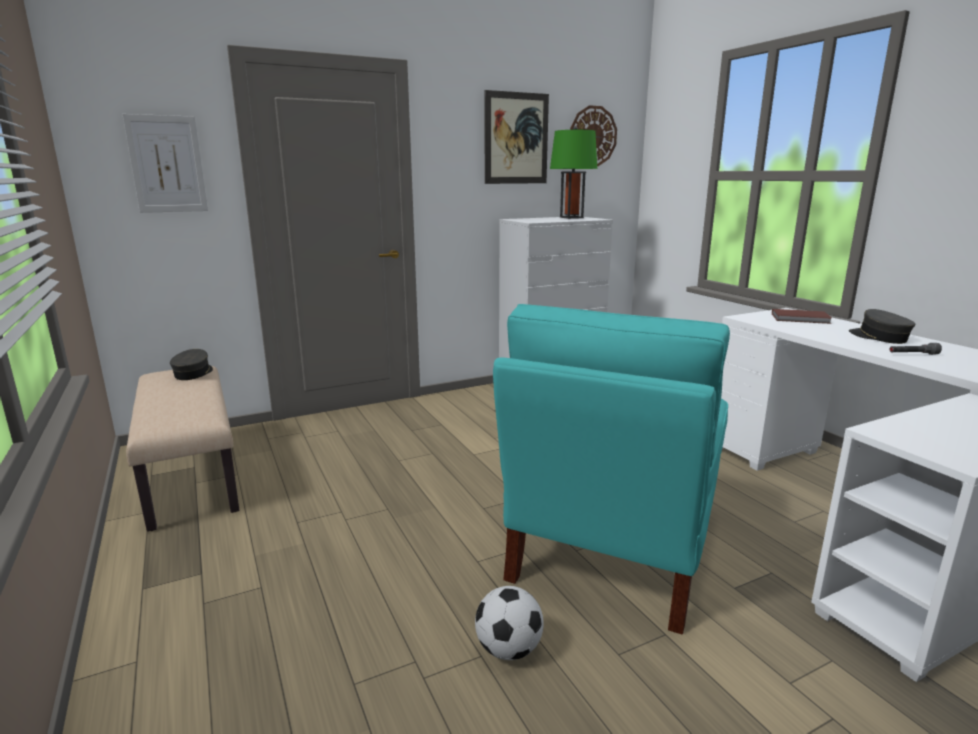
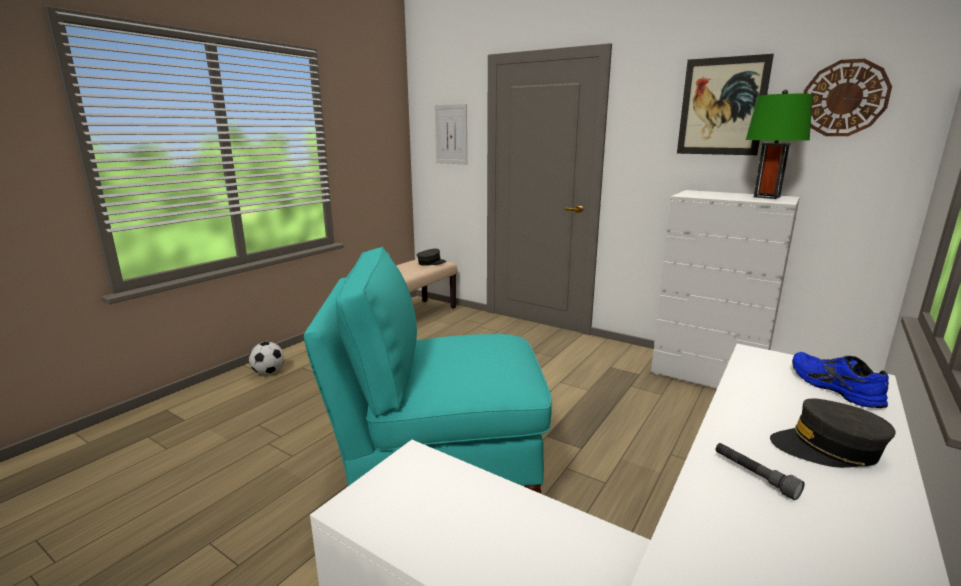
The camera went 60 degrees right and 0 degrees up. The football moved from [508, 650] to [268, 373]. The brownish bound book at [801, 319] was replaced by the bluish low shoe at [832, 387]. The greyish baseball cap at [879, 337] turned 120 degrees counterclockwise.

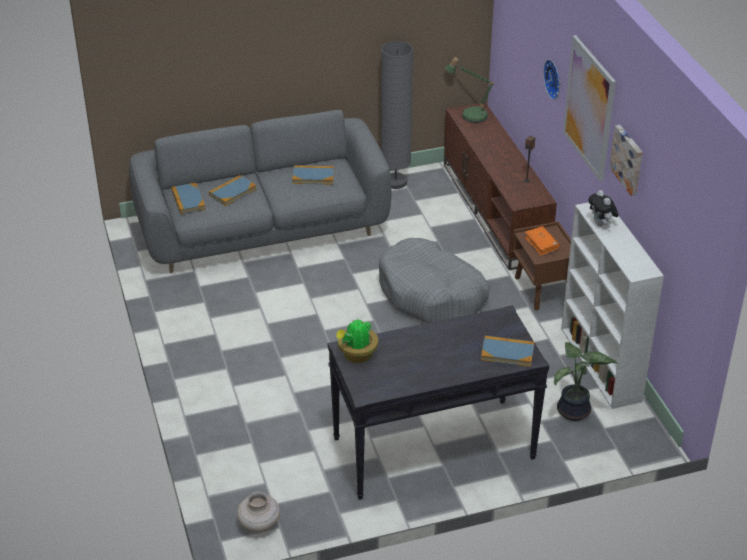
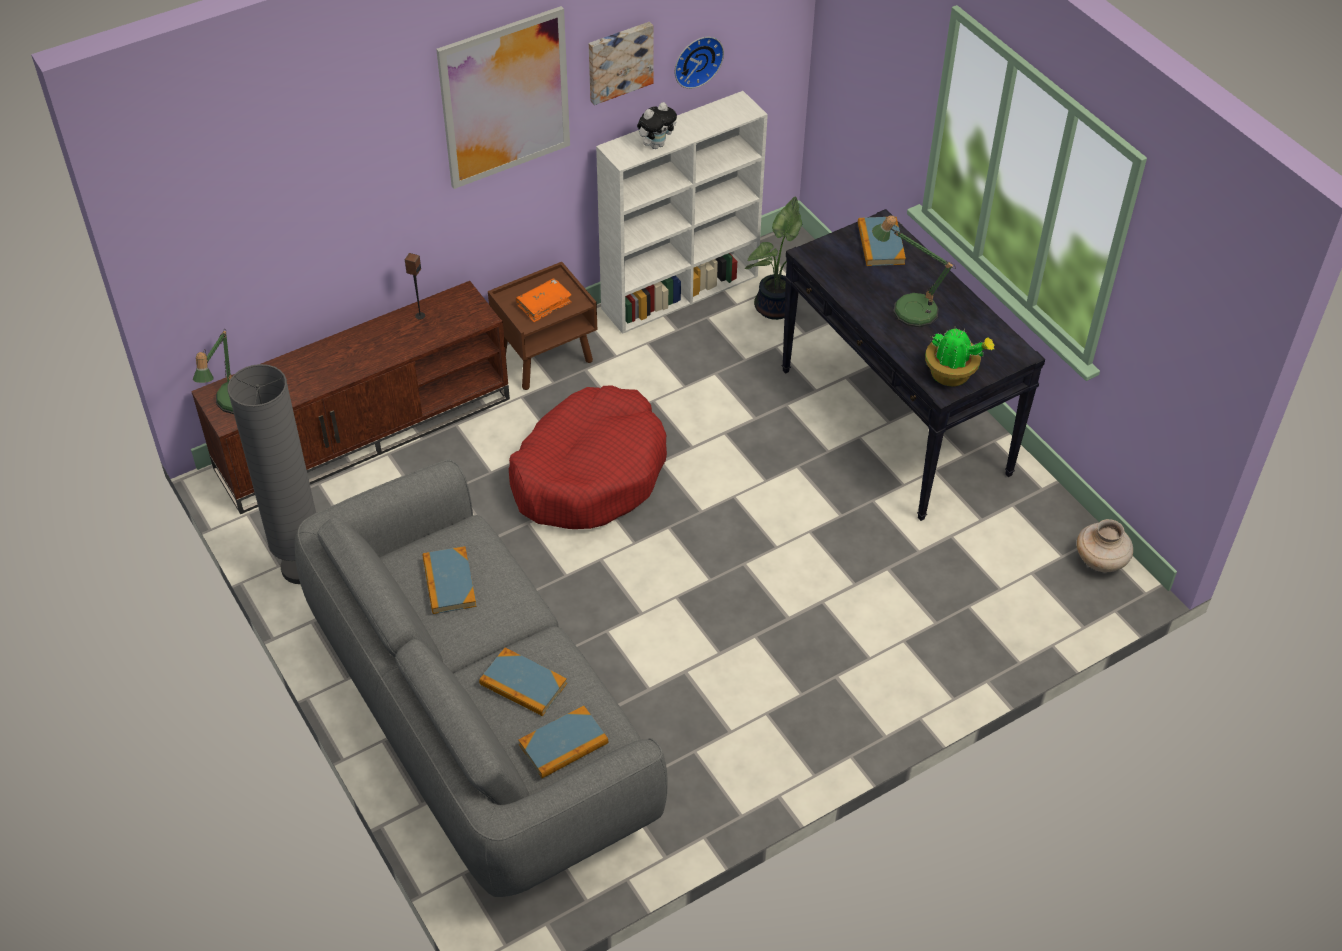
The camera went 105 degrees left and 10 degrees up. The tabletop lamp at [908, 307] appeared. The wall clock moved from [554, 79] to [696, 60]. The greyish dog bed at [431, 294] became the red-coloured dog bed at [589, 473].

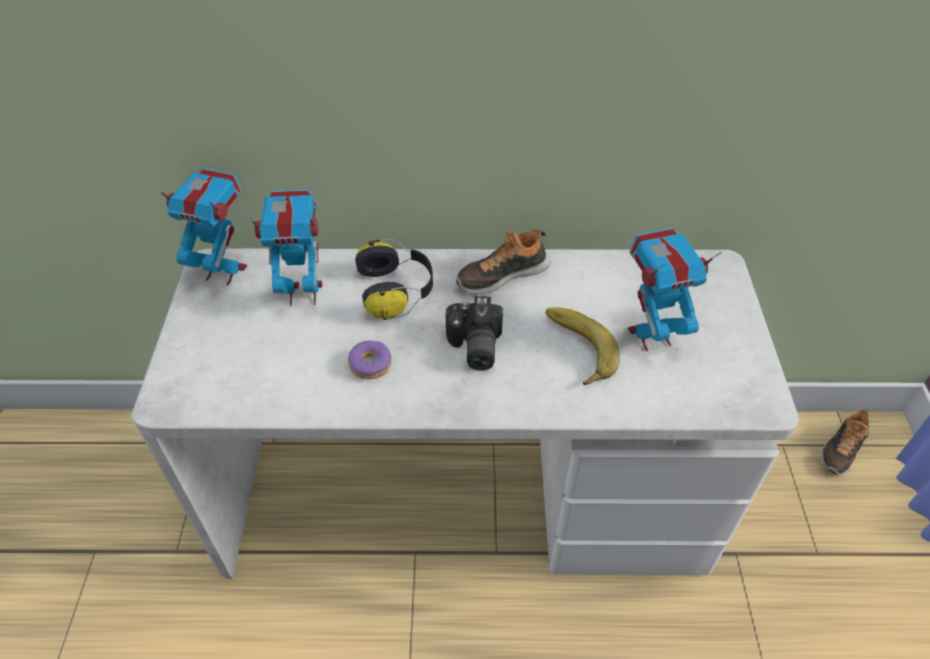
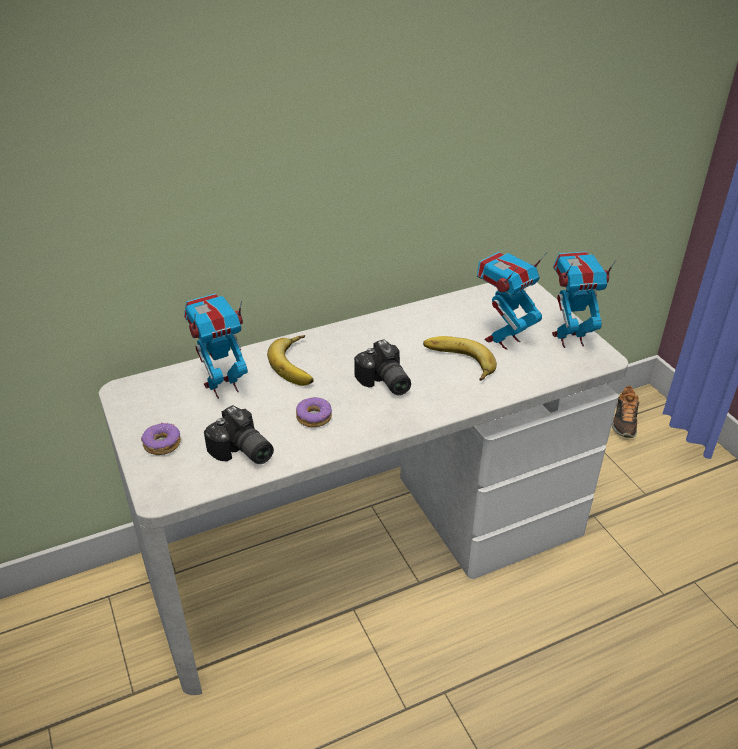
The camera went 25 degrees left and 10 degrees down. The low shoe at [502, 274] disappeared. The ring doughnut at [162, 444] appeared. The photo camera at [241, 452] appeared. The model robot moved from [224, 271] to [569, 339]. The headset at [397, 291] was replaced by the whole banana at [298, 364].

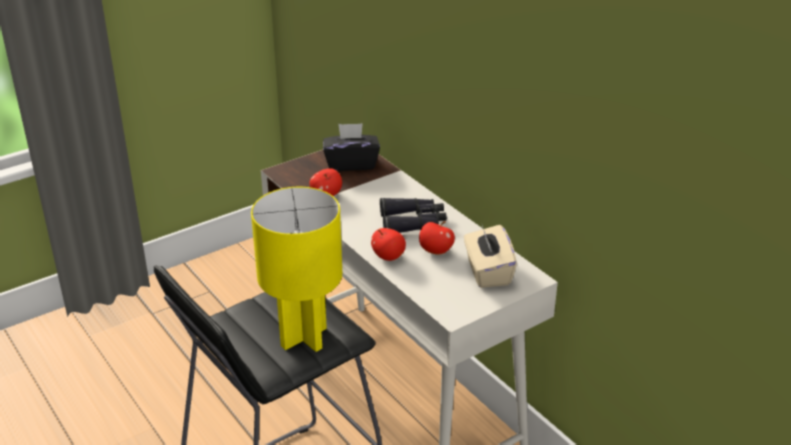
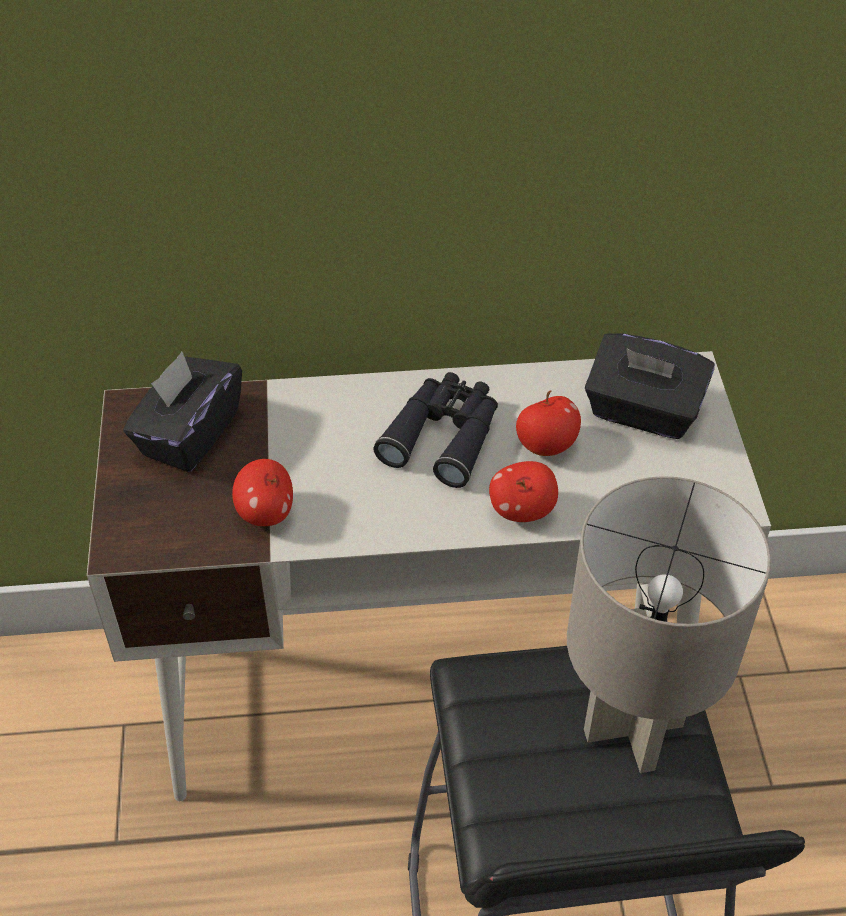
The camera went 60 degrees left and 15 degrees up. The yellow-coloured tabletop lamp at [305, 337] became the greyish tabletop lamp at [634, 726]. The beige-coloured tissue holder at [487, 272] became the black tissue holder at [642, 412].

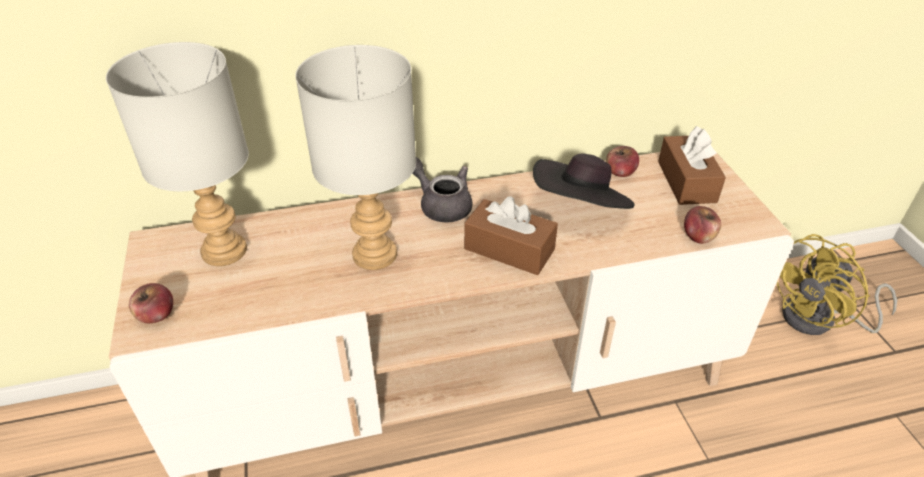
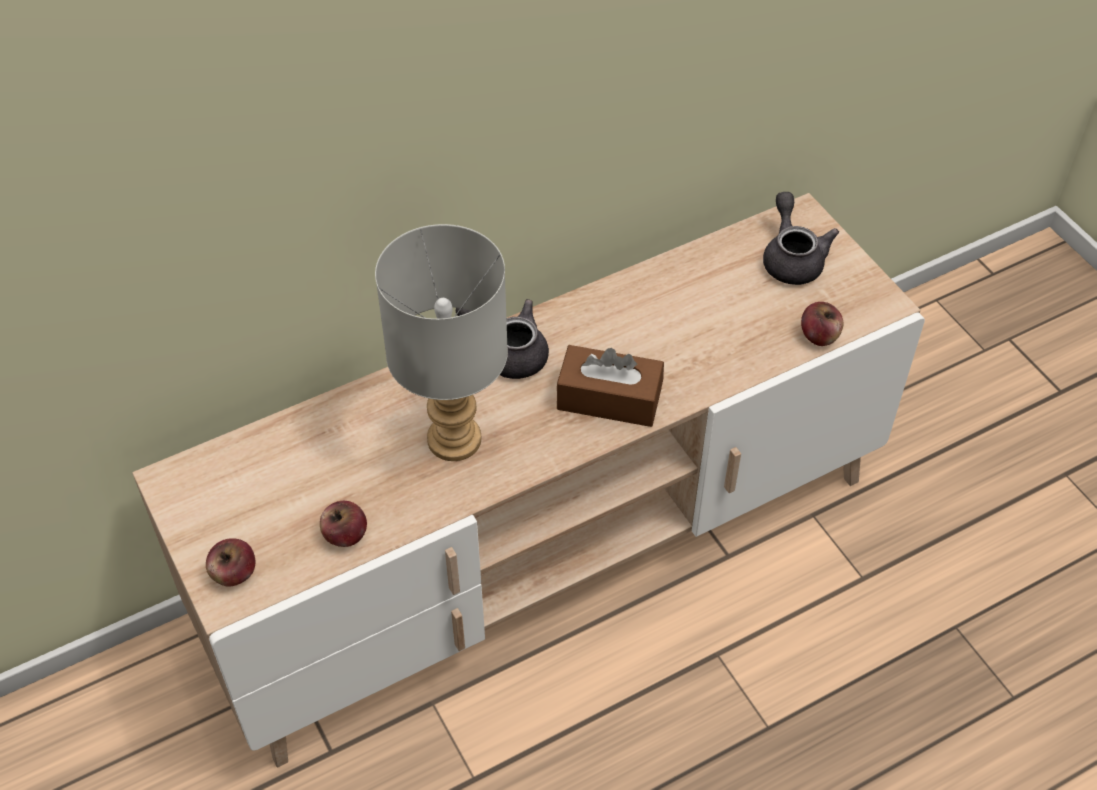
The camera went 15 degrees left and 10 degrees up. The greyish tabletop lamp at [226, 250] disappeared. The black clothing hat at [580, 208] disappeared. The yellow-coloured fan at [819, 320] disappeared. The whole apple moved from [620, 173] to [345, 535]. The brownish tissue holder at [686, 181] was replaced by the greyish pot for tea at [792, 258].

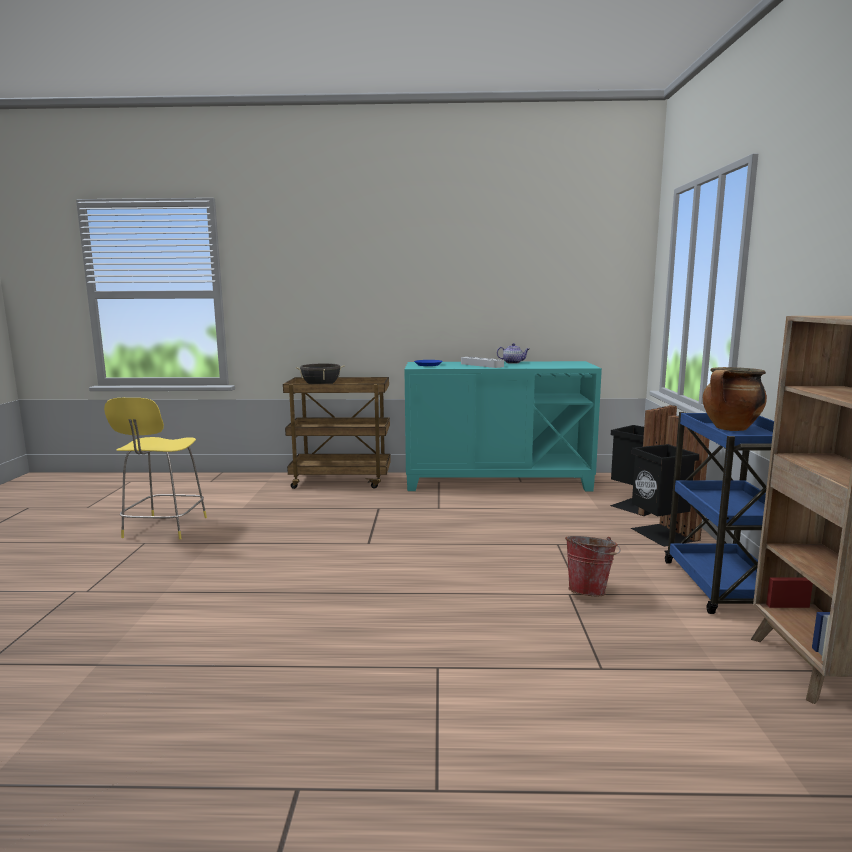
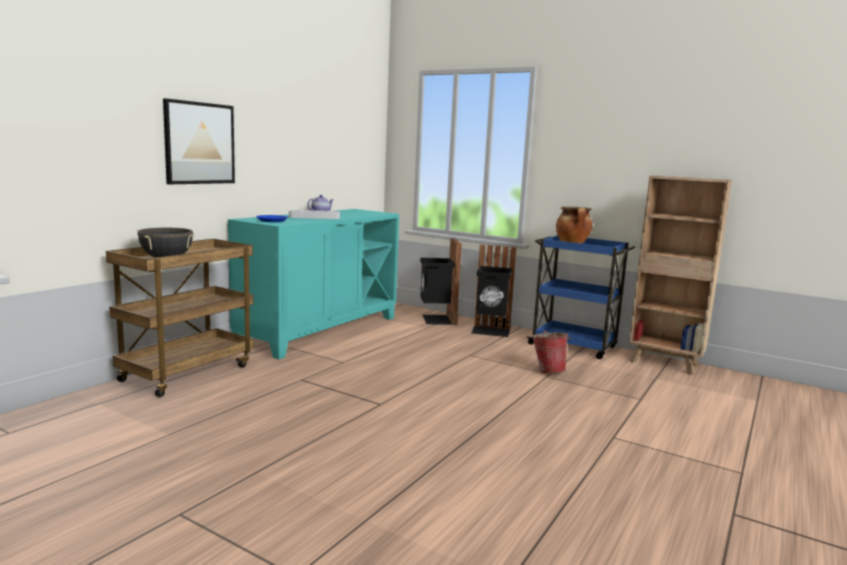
The camera went 60 degrees left and 0 degrees up. The yellow-coloured stool at [164, 528] disappeared. The wall picture at [199, 143] appeared.

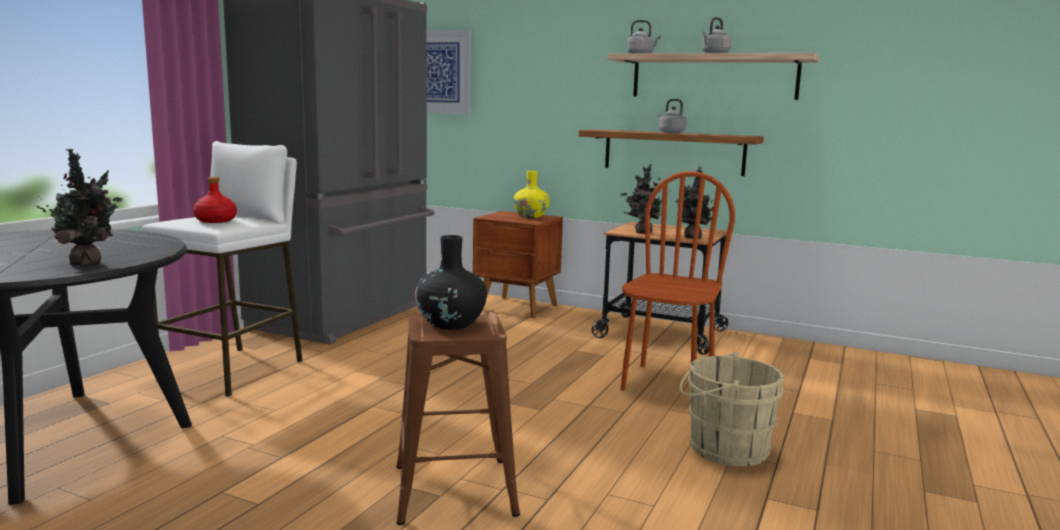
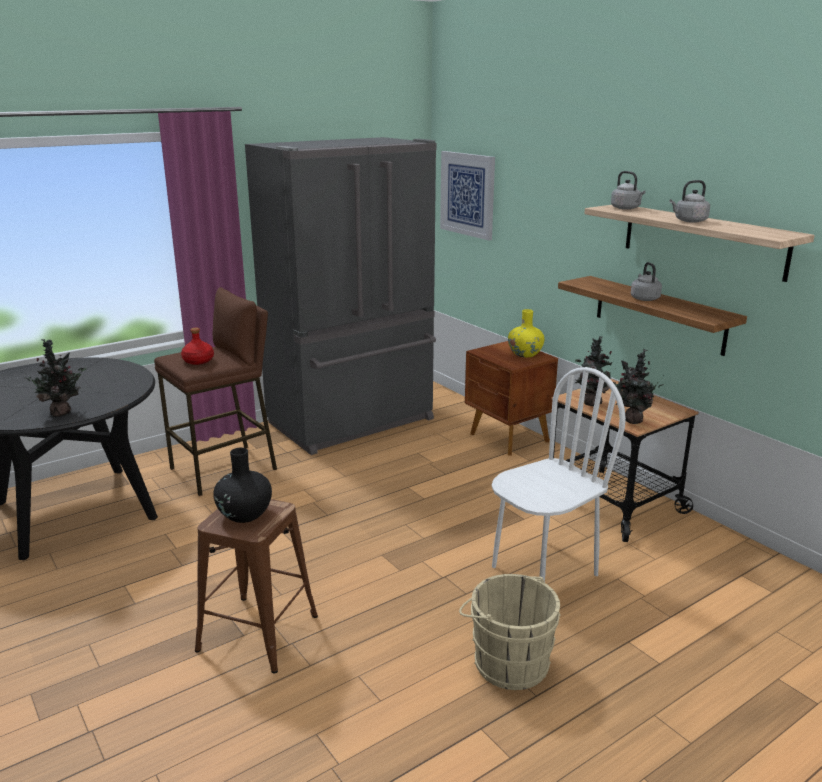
The camera went 30 degrees right and 10 degrees up. The white stool at [235, 371] became the brownish stool at [225, 469]. The brownish upright chair at [667, 383] became the white upright chair at [543, 570].

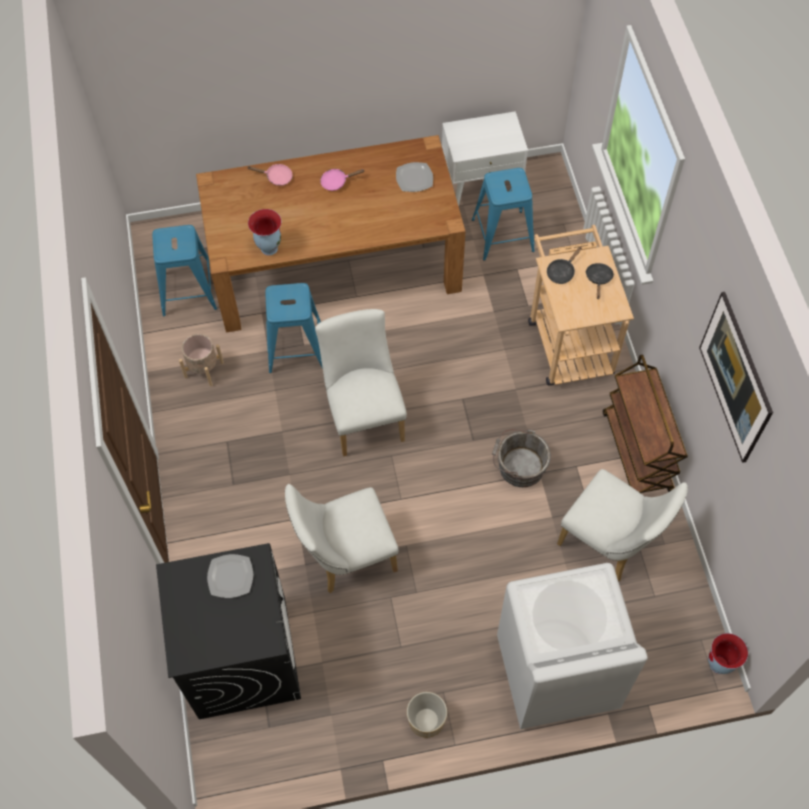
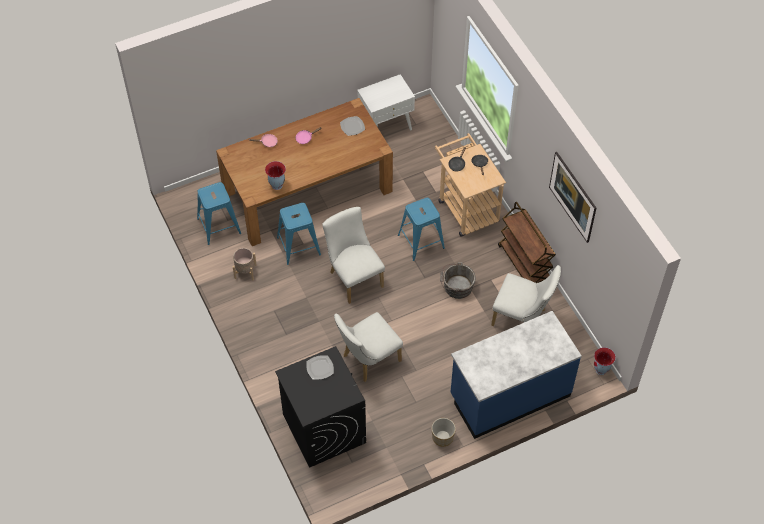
The camera went 15 degrees left and 5 degrees down. The bluish stool moved from [502, 235] to [420, 241]. The white laundry machine at [555, 672] was replaced by the bluish kitchen base unit at [509, 395].

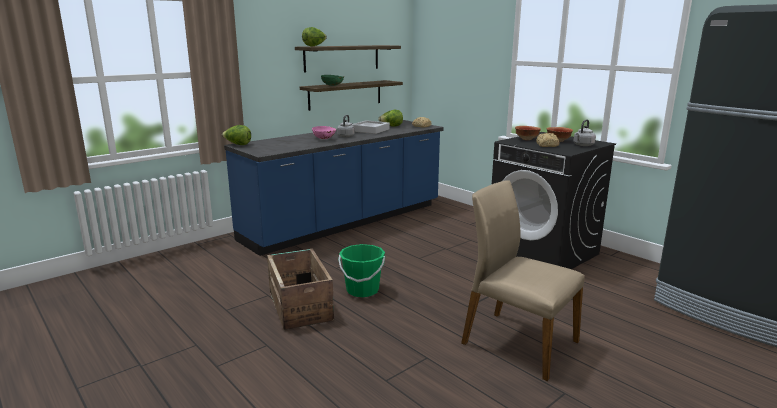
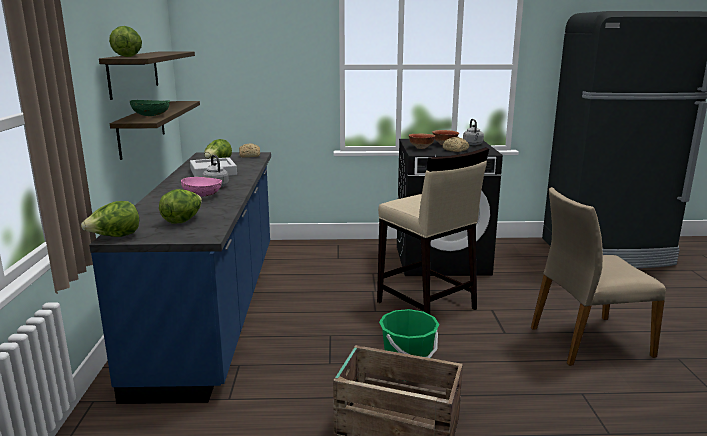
The camera went 50 degrees left and 0 degrees up. The head of lettuce at [183, 220] appeared. The beige-coloured stool at [426, 306] appeared.

